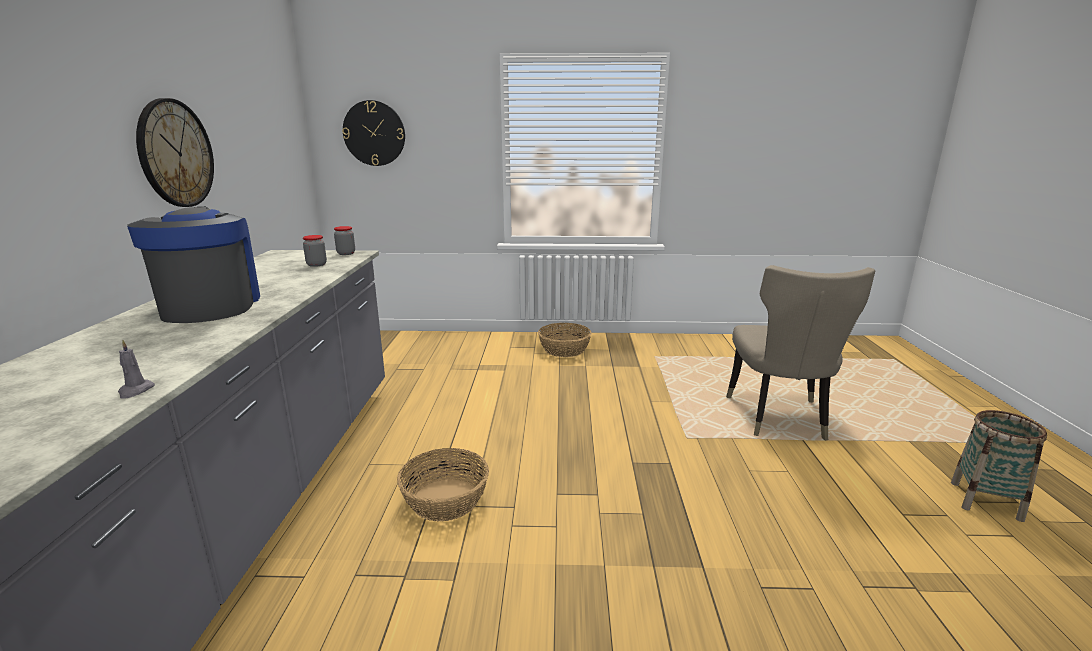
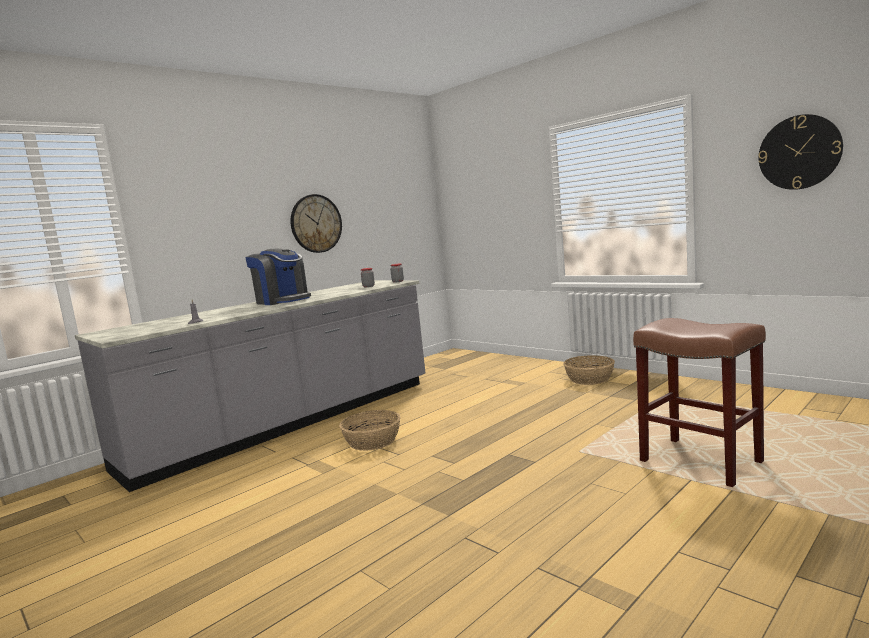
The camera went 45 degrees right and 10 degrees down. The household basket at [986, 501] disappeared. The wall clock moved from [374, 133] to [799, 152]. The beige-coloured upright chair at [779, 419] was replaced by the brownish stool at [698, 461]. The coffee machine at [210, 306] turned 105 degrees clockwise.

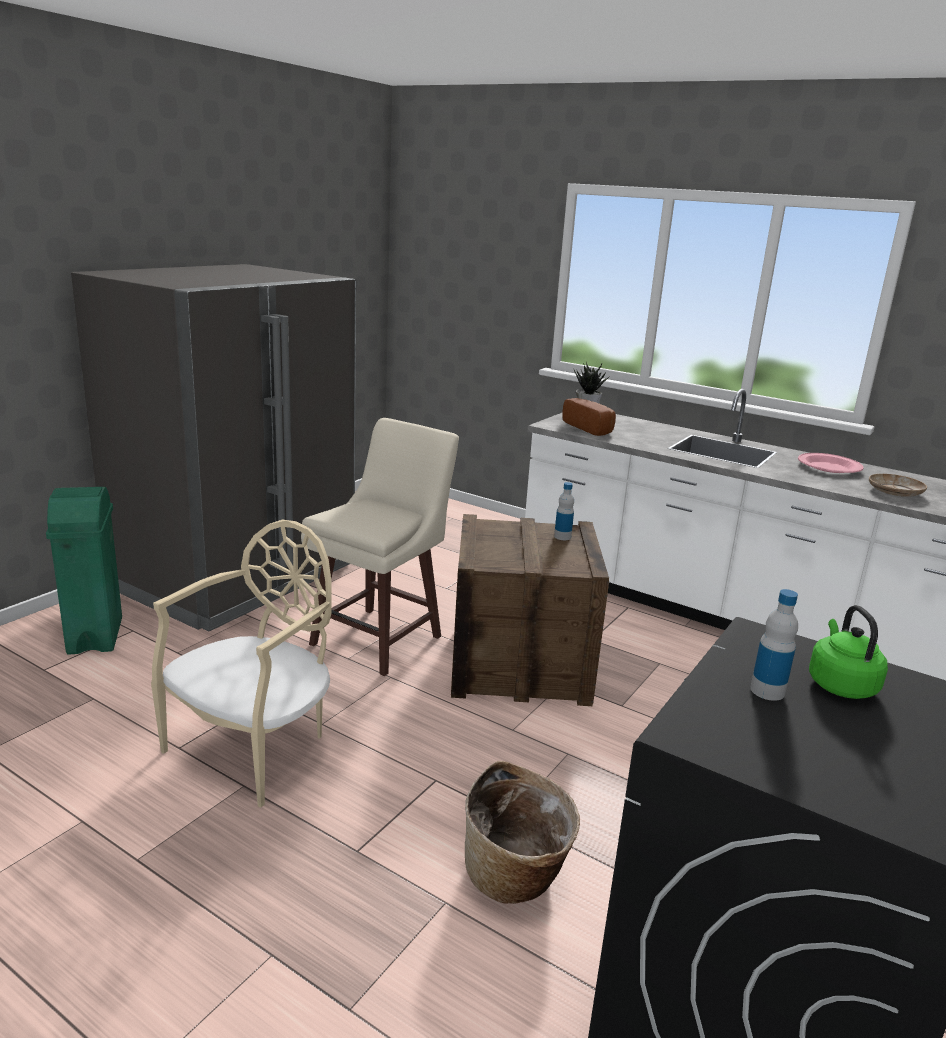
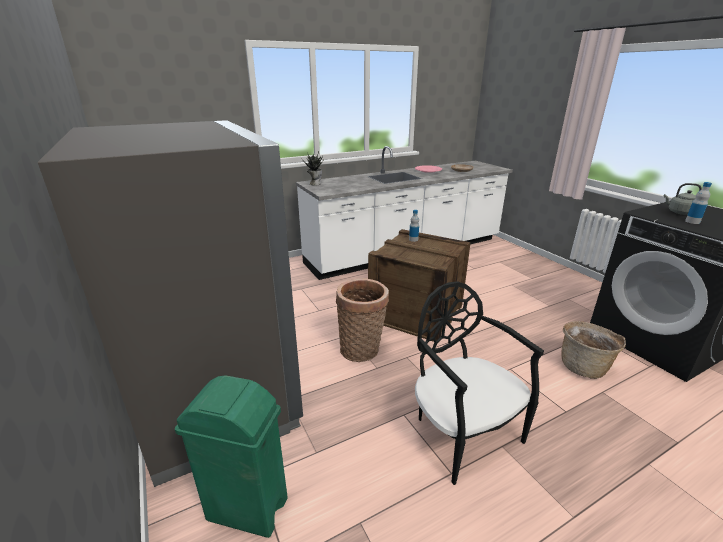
The camera went 60 degrees left and 5 degrees up. The baked bread at [590, 428] disappeared. The beige-coloured stool at [380, 639] was replaced by the household basket at [362, 350]. The beige-coloured upright chair at [255, 747] became the black upright chair at [462, 432]. The green-coloured kettle at [840, 684] became the greyish kettle at [679, 212].

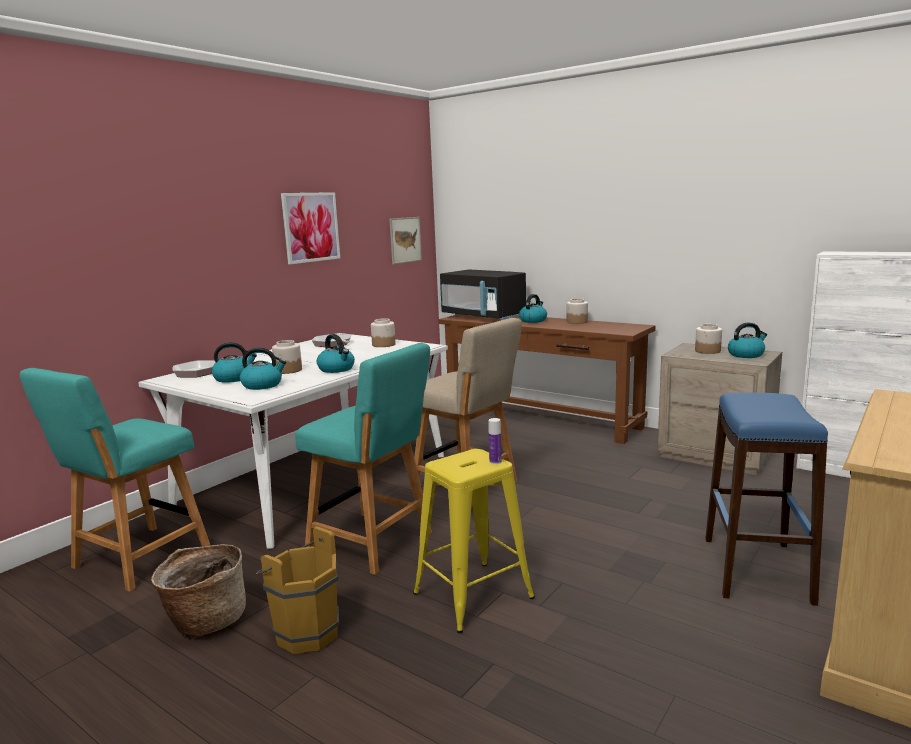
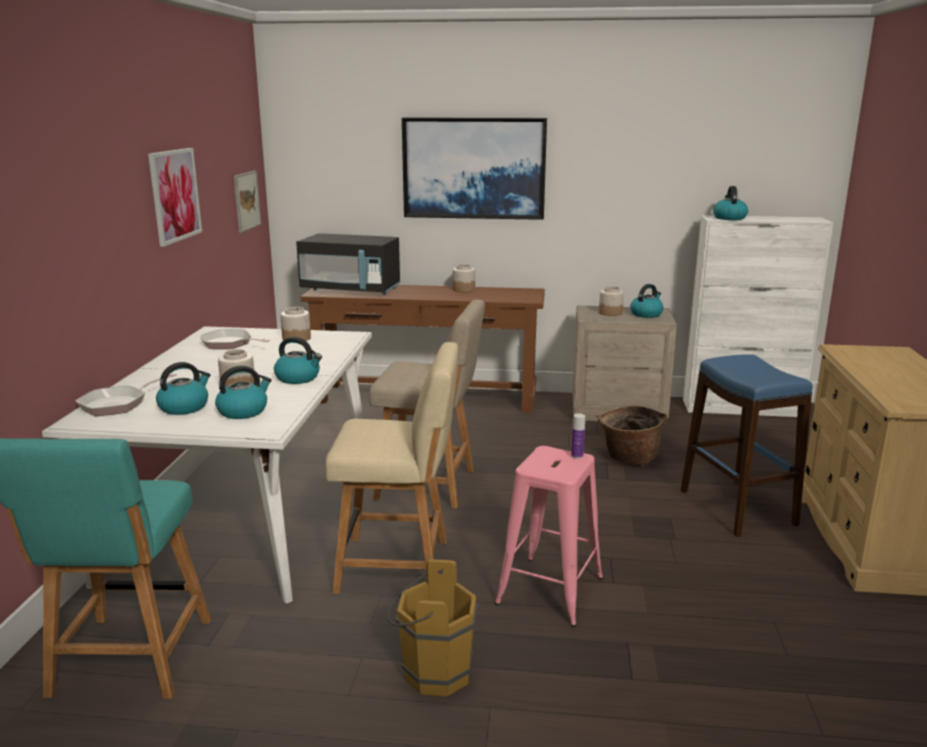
The camera went 30 degrees left and 5 degrees up. The wall picture at [474, 168] appeared. The household basket moved from [205, 620] to [629, 458]. The kettle moved from [533, 320] to [729, 218]. The blue-green upright chair at [374, 543] became the beige-coloured upright chair at [400, 566]. The yellow-coloured stool at [473, 595] became the pink stool at [550, 590].

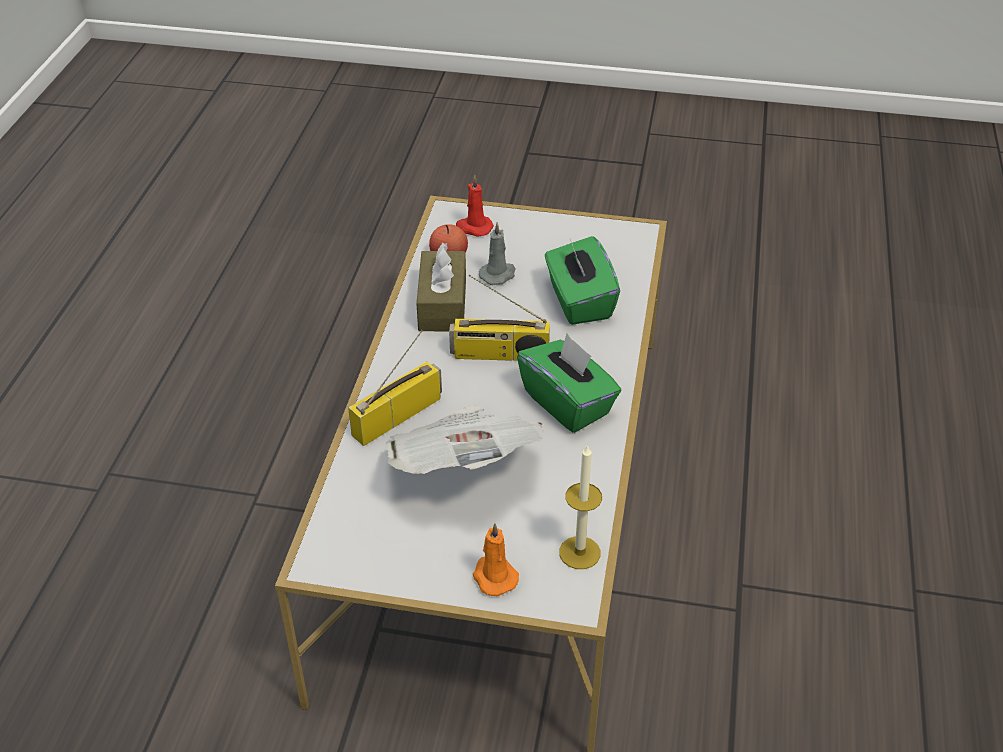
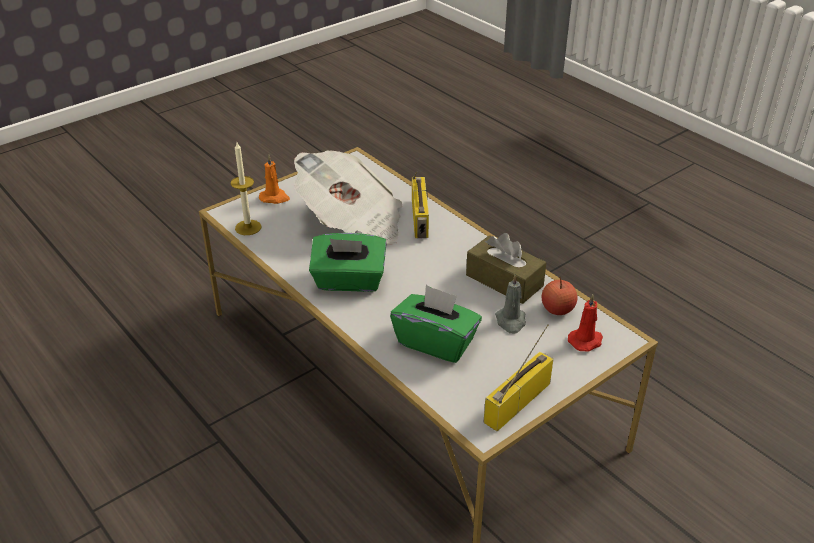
The camera went 130 degrees right and 5 degrees down. The radio receiver moved from [499, 355] to [517, 401].

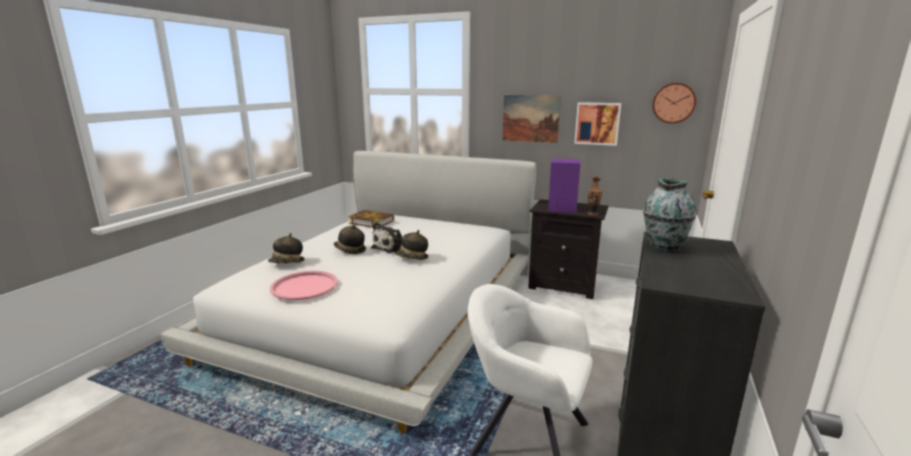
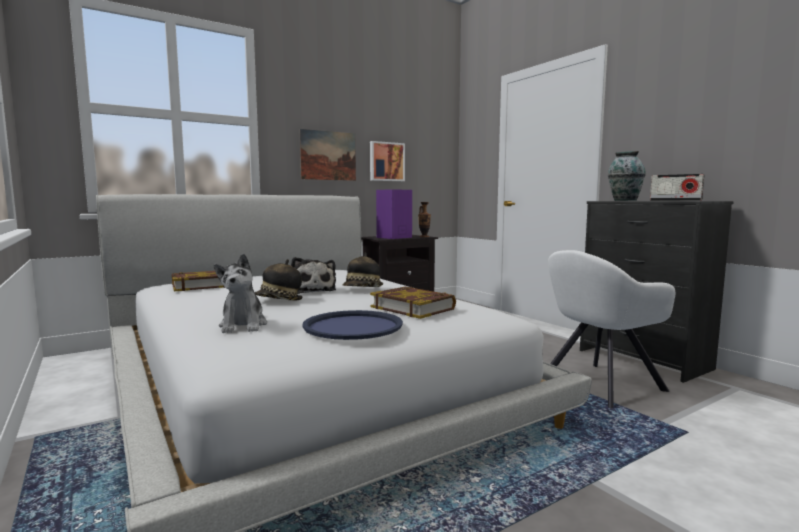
The camera went 55 degrees left and 10 degrees down. The wall clock at [673, 103] disappeared. The bound book at [413, 308] appeared. The radio receiver at [675, 200] appeared. The clothing hat at [287, 263] was replaced by the soft toy at [243, 325]. The pink serving tray at [304, 286] became the bluish serving tray at [353, 326].

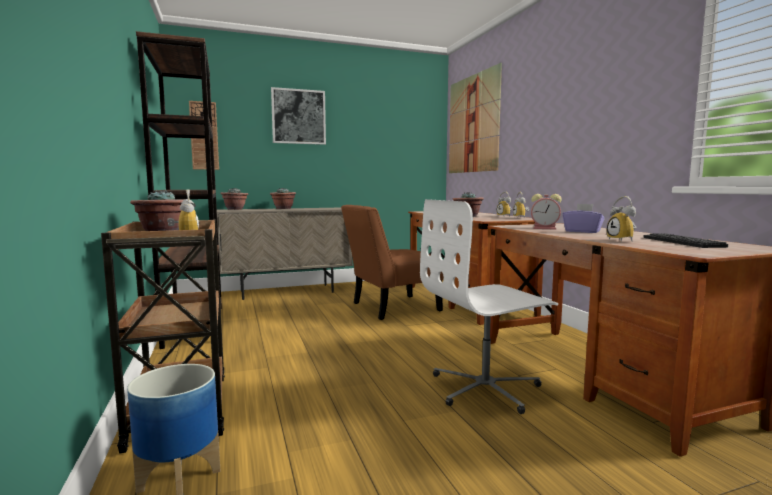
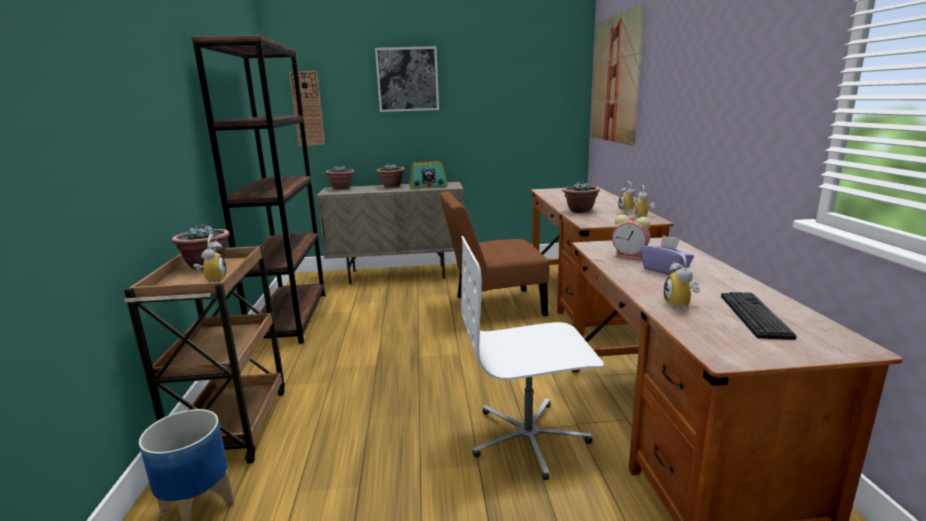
The camera went 15 degrees right and 10 degrees up. The radio receiver at [428, 186] appeared.

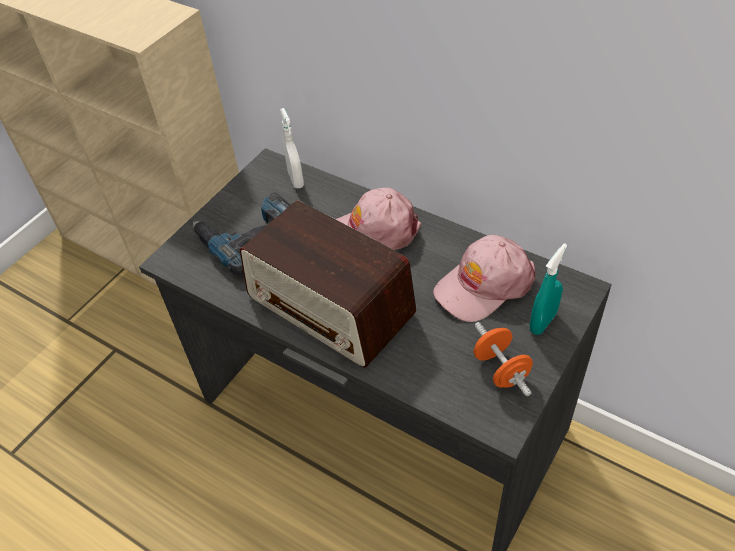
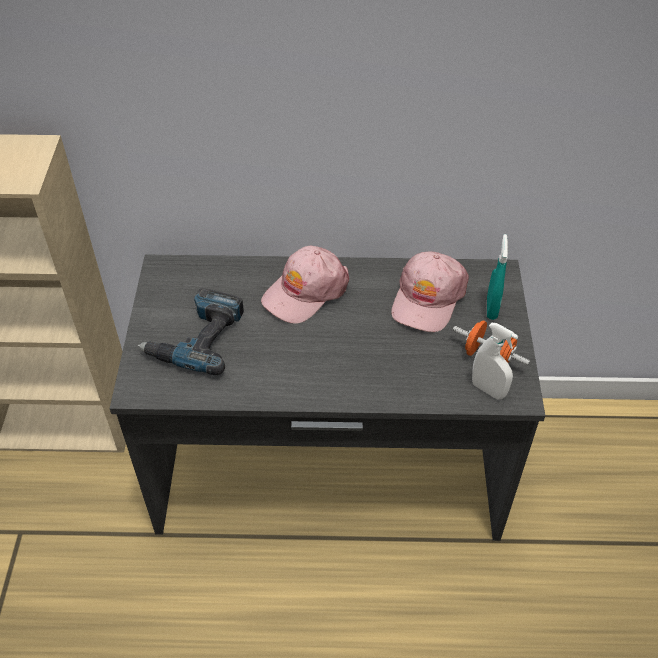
The camera went 35 degrees left and 0 degrees up. The radio receiver at [331, 306] disappeared. The white sprayer moved from [296, 180] to [488, 390].

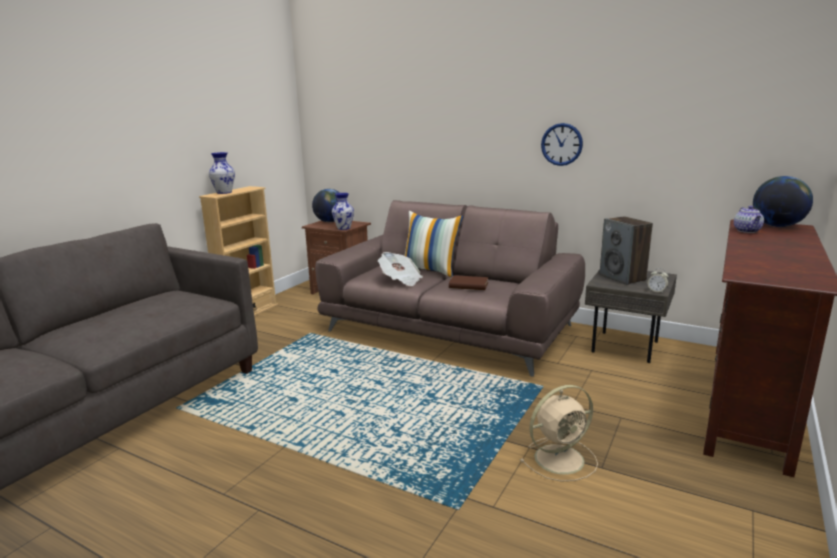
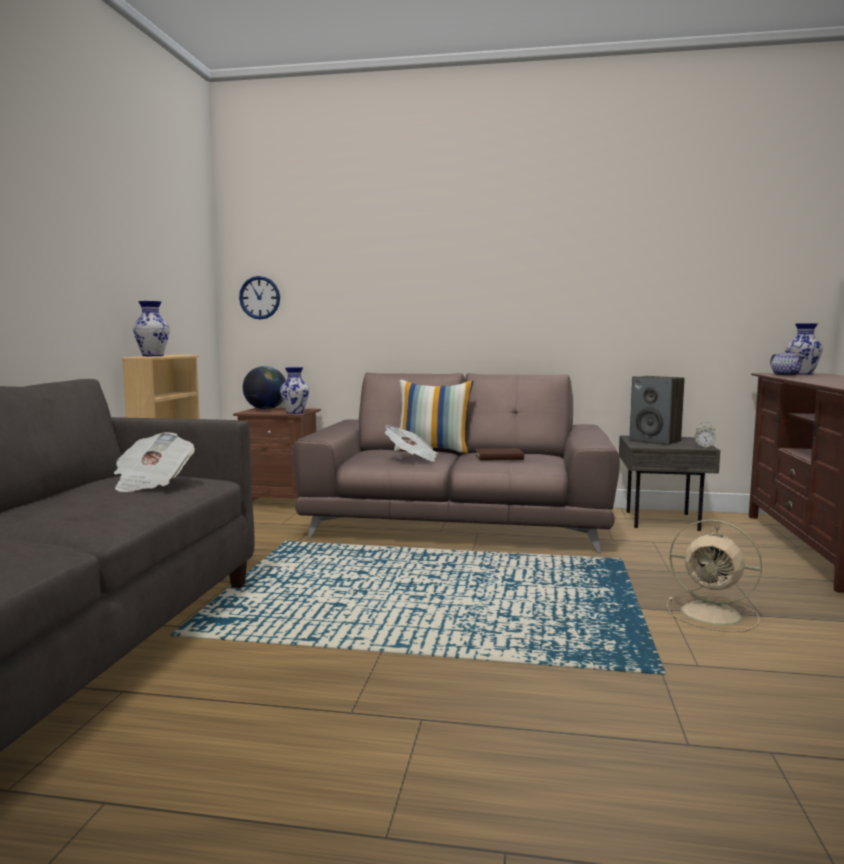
The camera went 20 degrees left and 10 degrees down. The daily paper at [152, 483] appeared. The wall clock moved from [561, 144] to [259, 297]. The desk globe at [777, 226] was replaced by the flower vase at [801, 374]. The beige-coloured fan at [561, 458] turned 75 degrees clockwise.

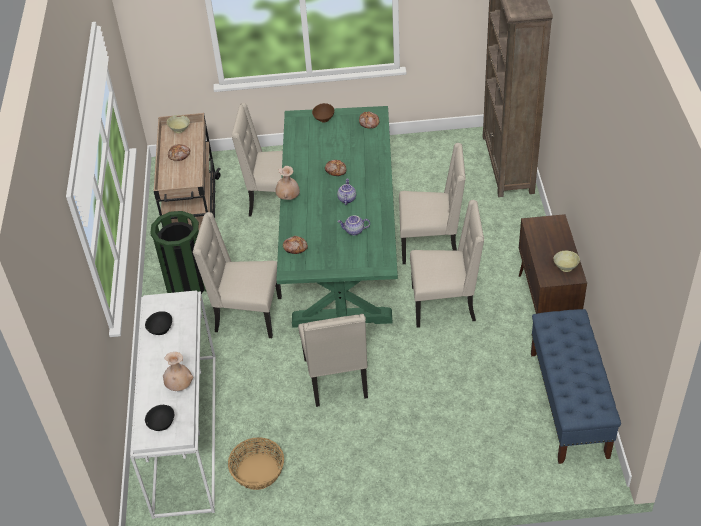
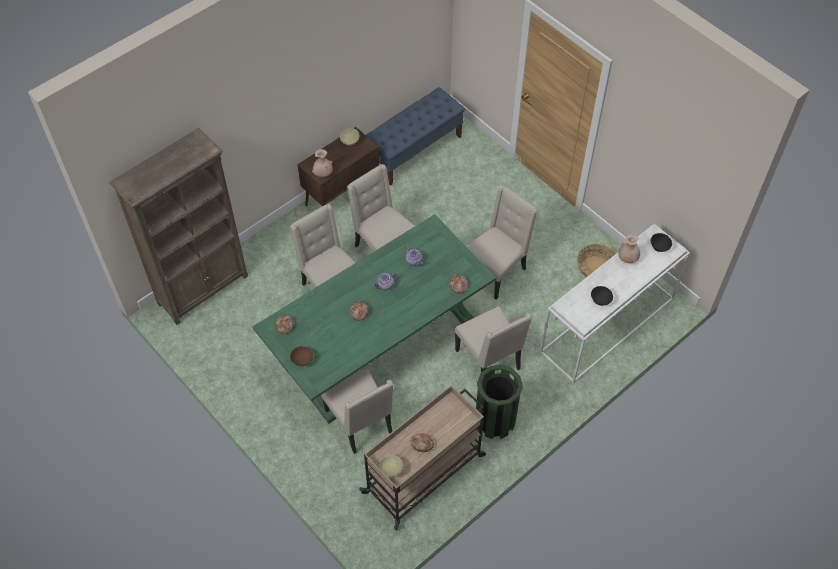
The camera went 130 degrees left and 10 degrees up. The beige-coloured flower vase moved from [288, 197] to [323, 174].

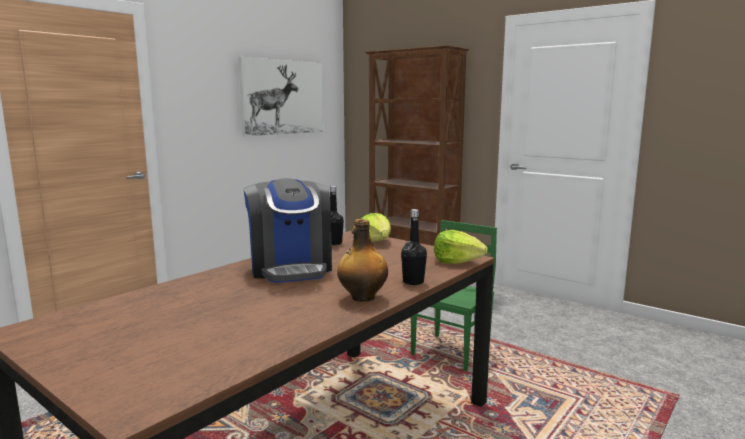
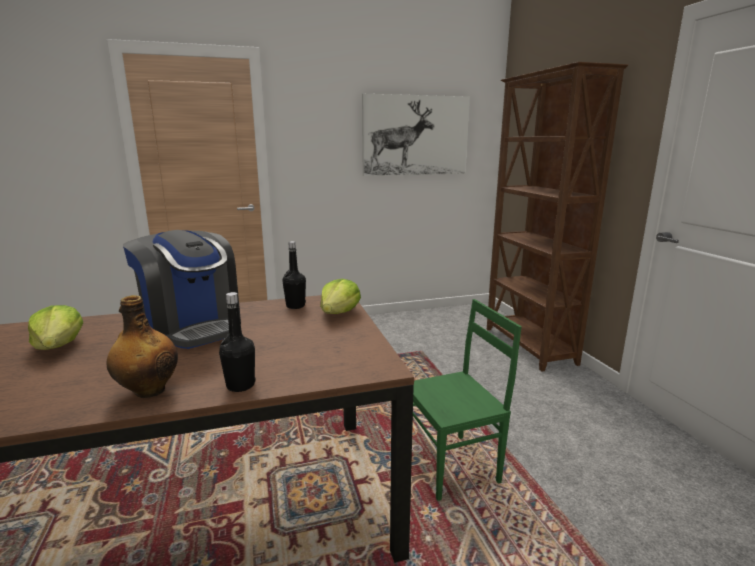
The camera went 35 degrees right and 5 degrees up. The head of lettuce moved from [457, 261] to [59, 346]. The coffee machine at [290, 268] turned 60 degrees counterclockwise.

